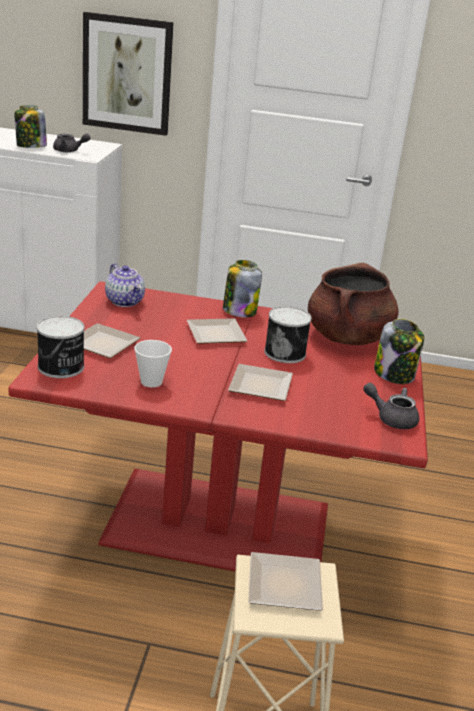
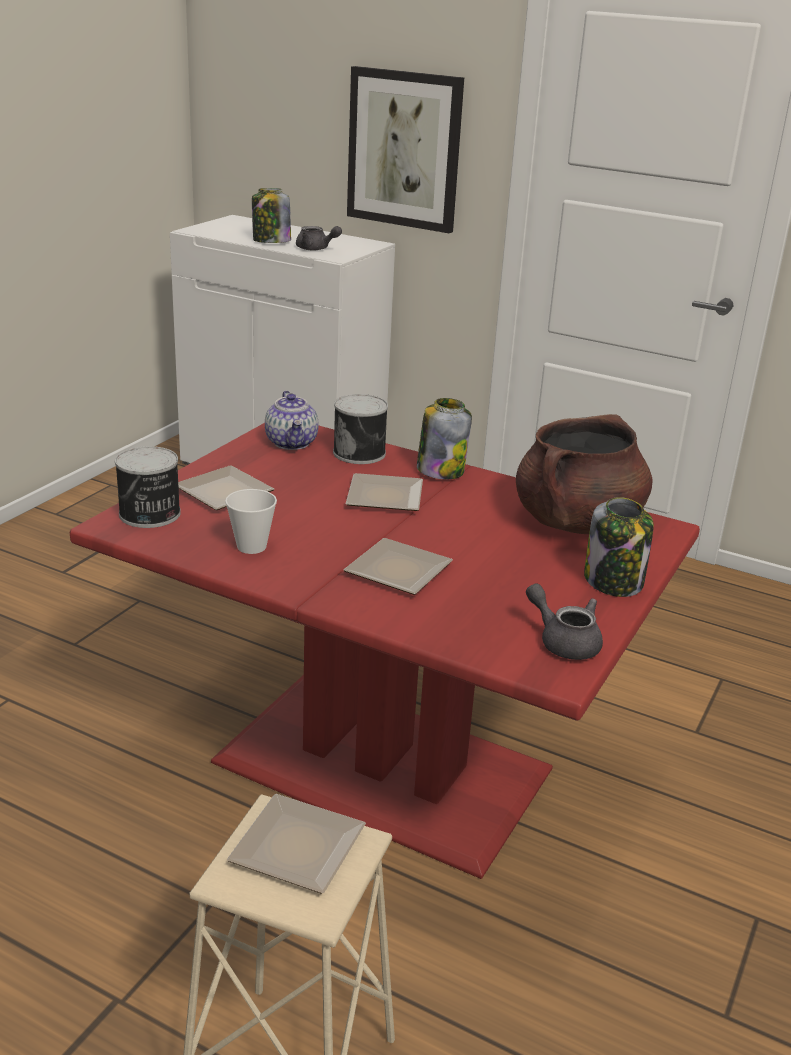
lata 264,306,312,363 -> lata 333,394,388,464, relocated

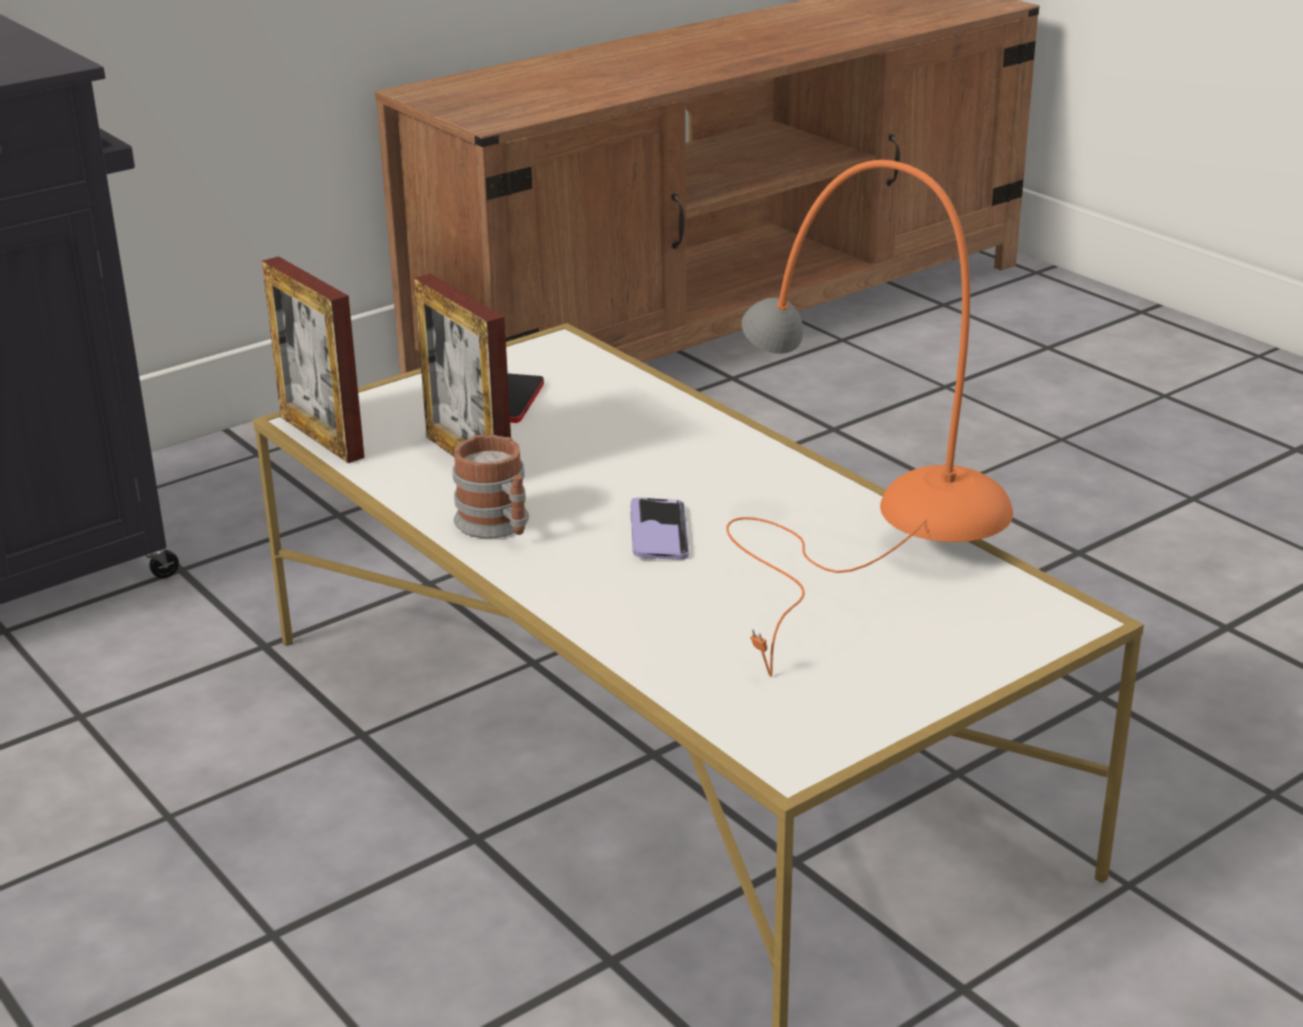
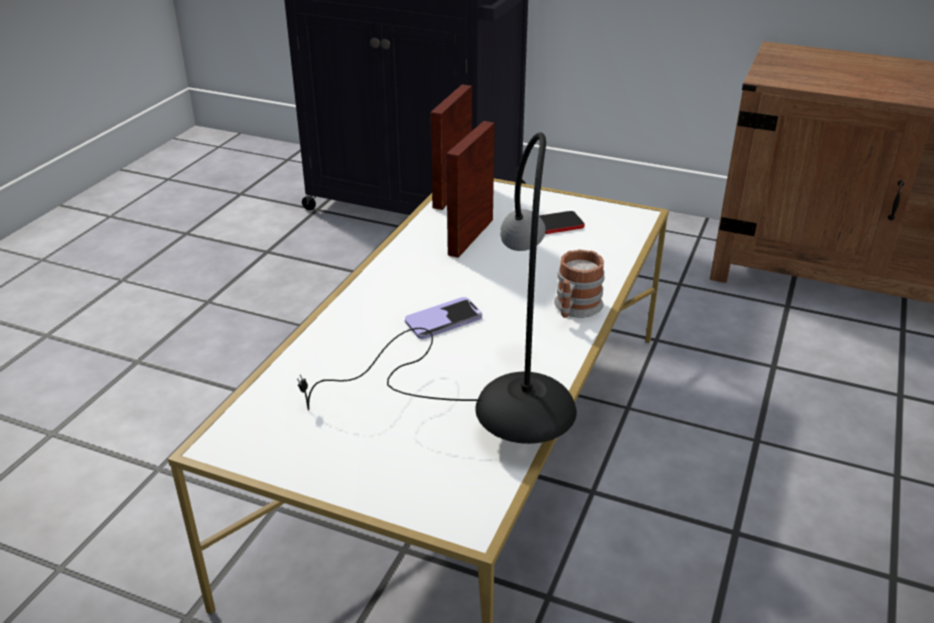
taza grande 452,434,529,538 -> taza grande 554,250,605,318, relocated
lámpara de mesa [naranja] 726,160,1013,677 -> lámpara de mesa [negro] 297,132,577,444

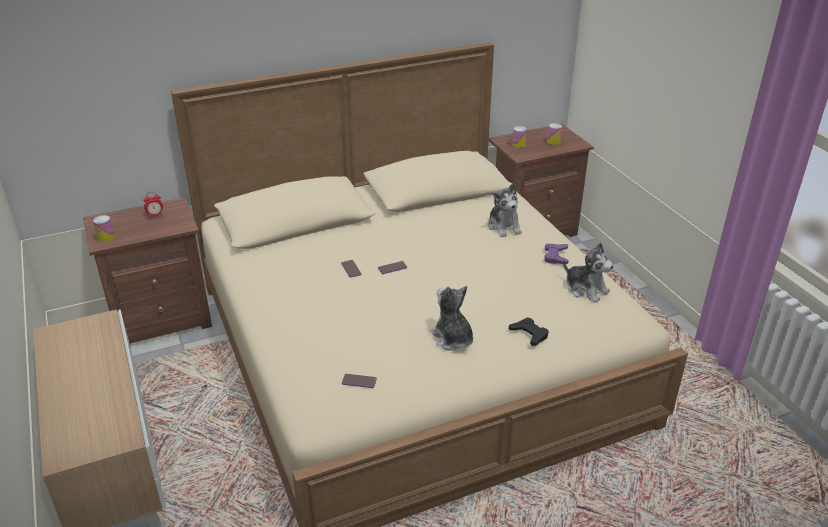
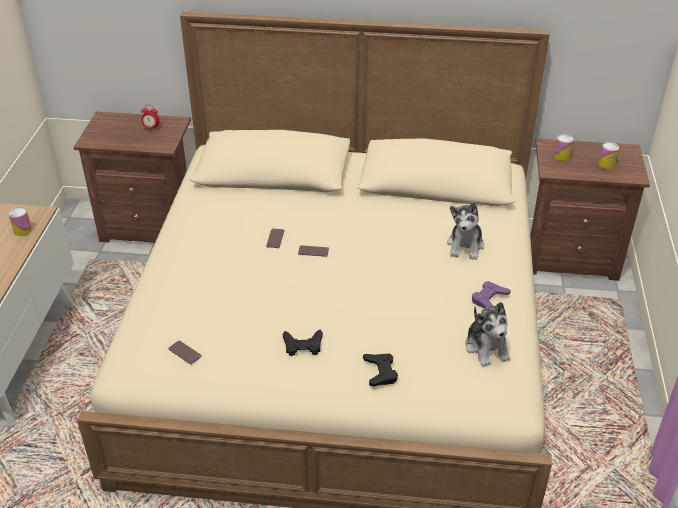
lata 93,215,115,242 -> lata 8,207,32,236, relocated
peluche 429,286,473,351 -> mando de consola [negro] 283,330,323,356

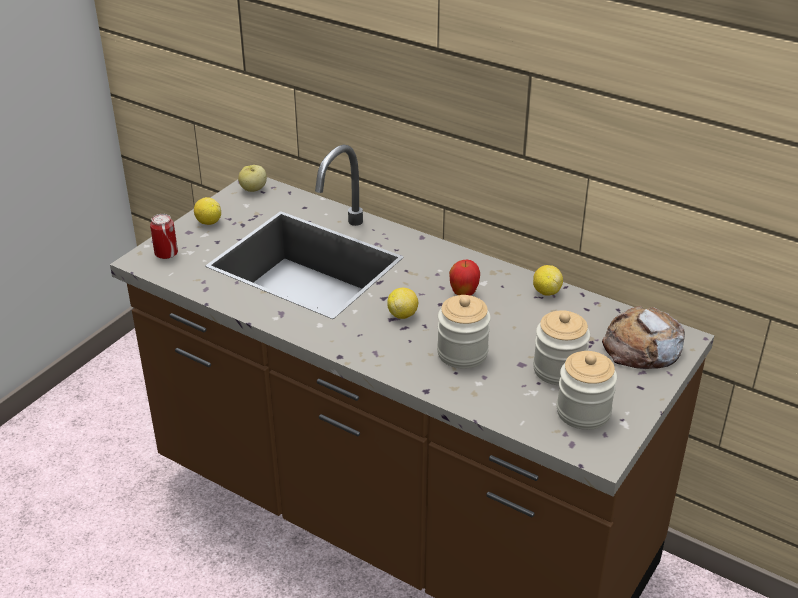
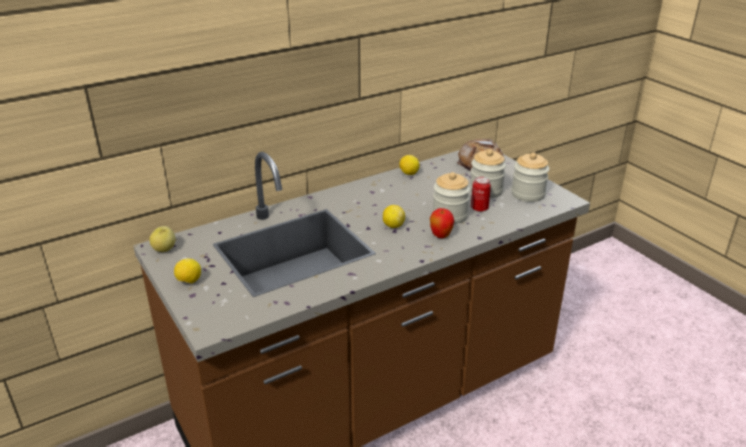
lata 150,214,178,259 -> lata 471,176,491,212, relocated
manzana 449,260,480,296 -> manzana 430,208,454,238, relocated

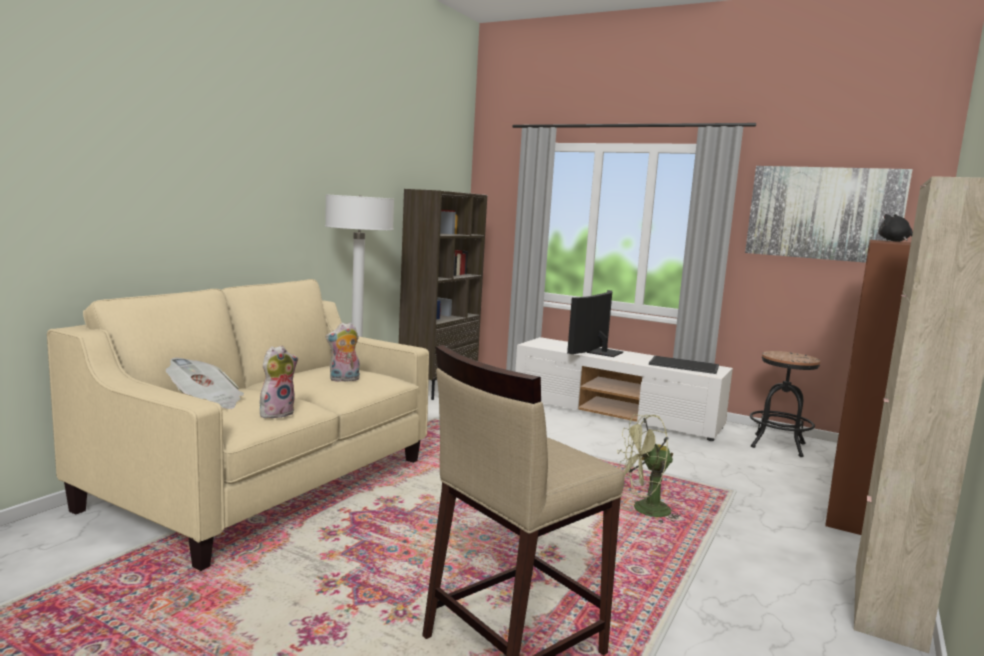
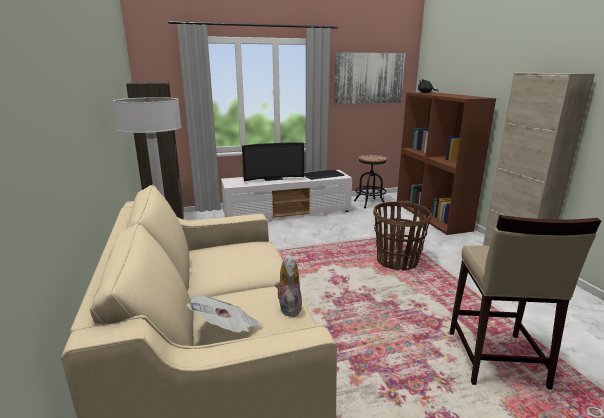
peluche 325,322,360,382 -> none
televisor 567,290,623,357 -> televisor 242,142,304,182, 90 degrees counterclockwise
ventilador [verde] 617,414,681,523 -> cesta 373,202,432,271

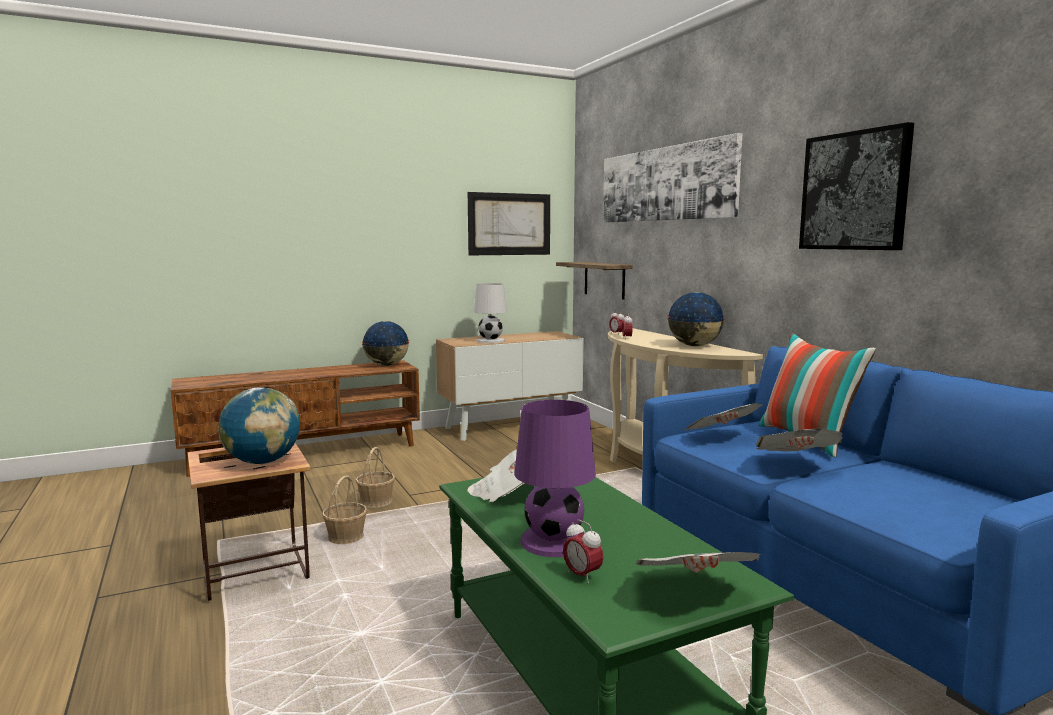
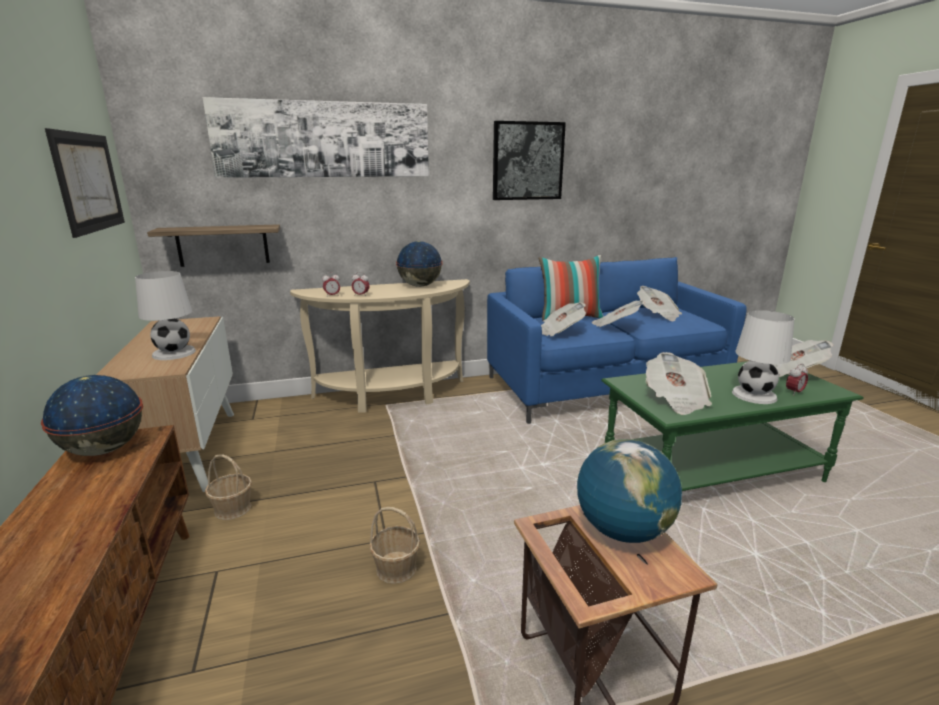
cesta 322,476,367,544 -> cesta 205,454,252,520, relocated
lámpara de mesa [morado] 514,400,596,557 -> lámpara de mesa [blanco] 732,310,795,404
none -> periódico 637,286,682,321

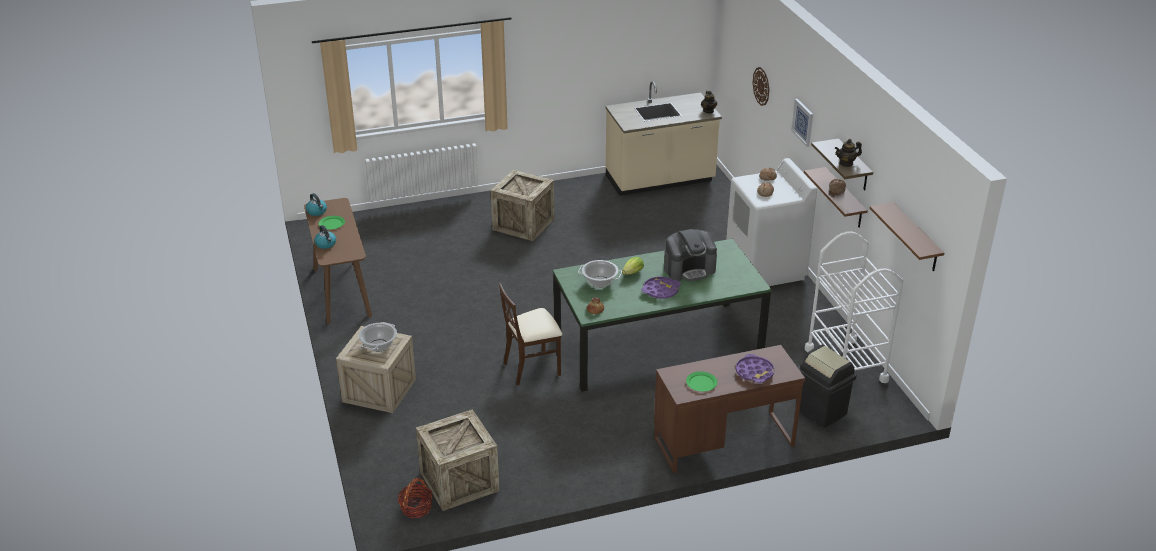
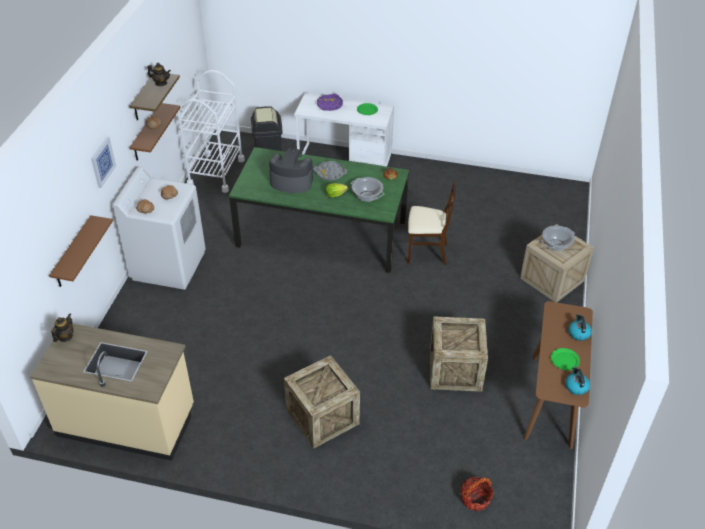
cesta 398,478,433,518 -> cesta 461,477,494,511, relocated
caja de embalaje 416,409,499,511 -> caja de embalaje 430,316,488,392, relocated
bandeja [morado] 641,277,681,299 -> bandeja [gris] 313,161,347,181
escritorio [marrón] 654,345,805,473 -> escritorio [blanco] 294,93,394,167
reloj de pared 752,67,769,106 -> none
estante [marrón] 869,202,944,271 -> estante [marrón] 49,215,113,287, relocated

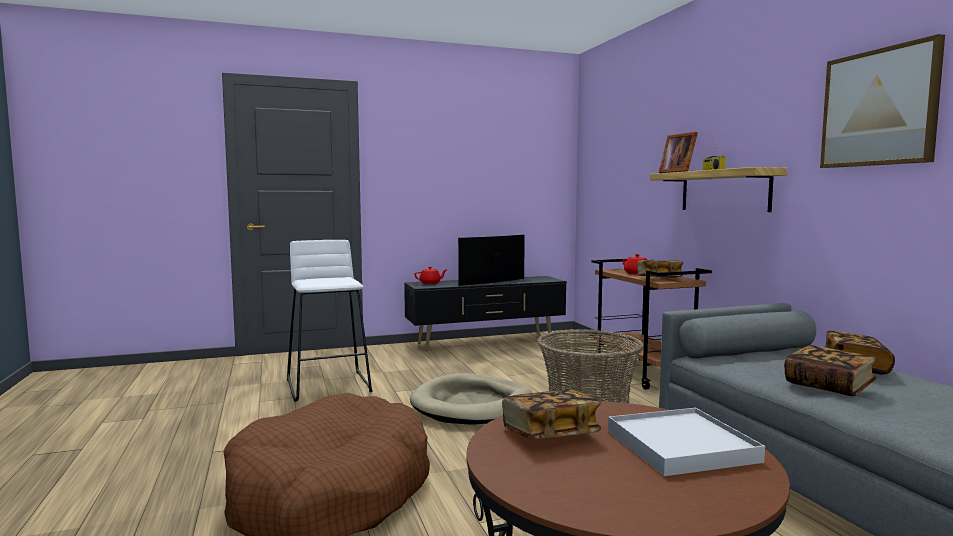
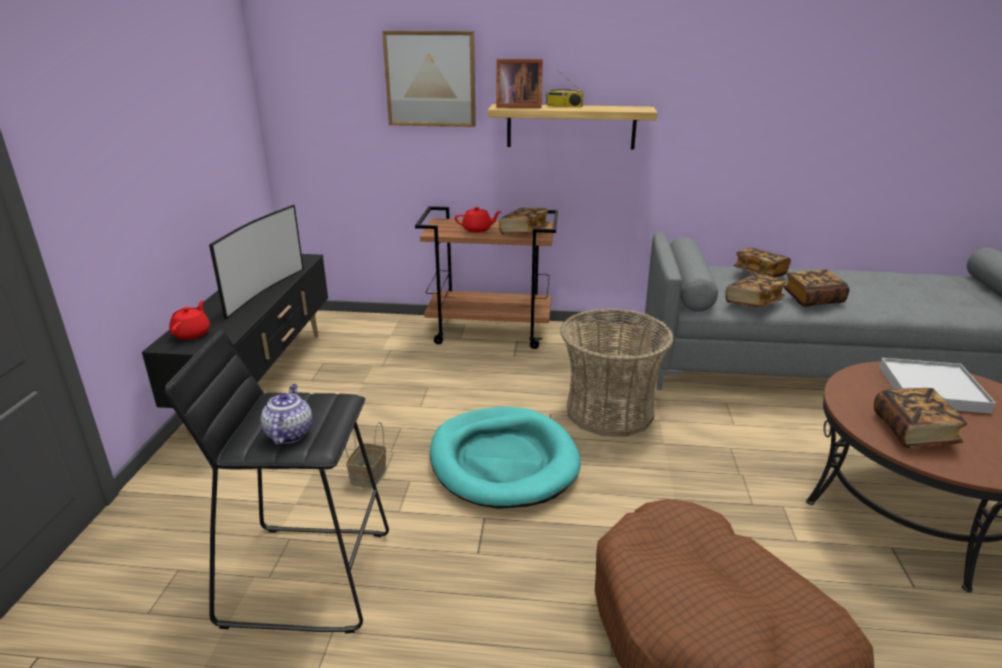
taburete [blanco] 287,240,372,402 -> taburete [negro] 165,330,389,634
cama para perro [beis] 410,373,533,424 -> cama para perro [turquesa] 430,407,581,509
televisor 458,235,525,286 -> televisor 209,205,304,319, 150 degrees counterclockwise
cuadro 820,34,945,168 -> cuadro 382,31,476,127, relocated
none -> tetera 261,384,312,445
none -> cesta 345,422,386,488
none -> libro 725,274,787,308

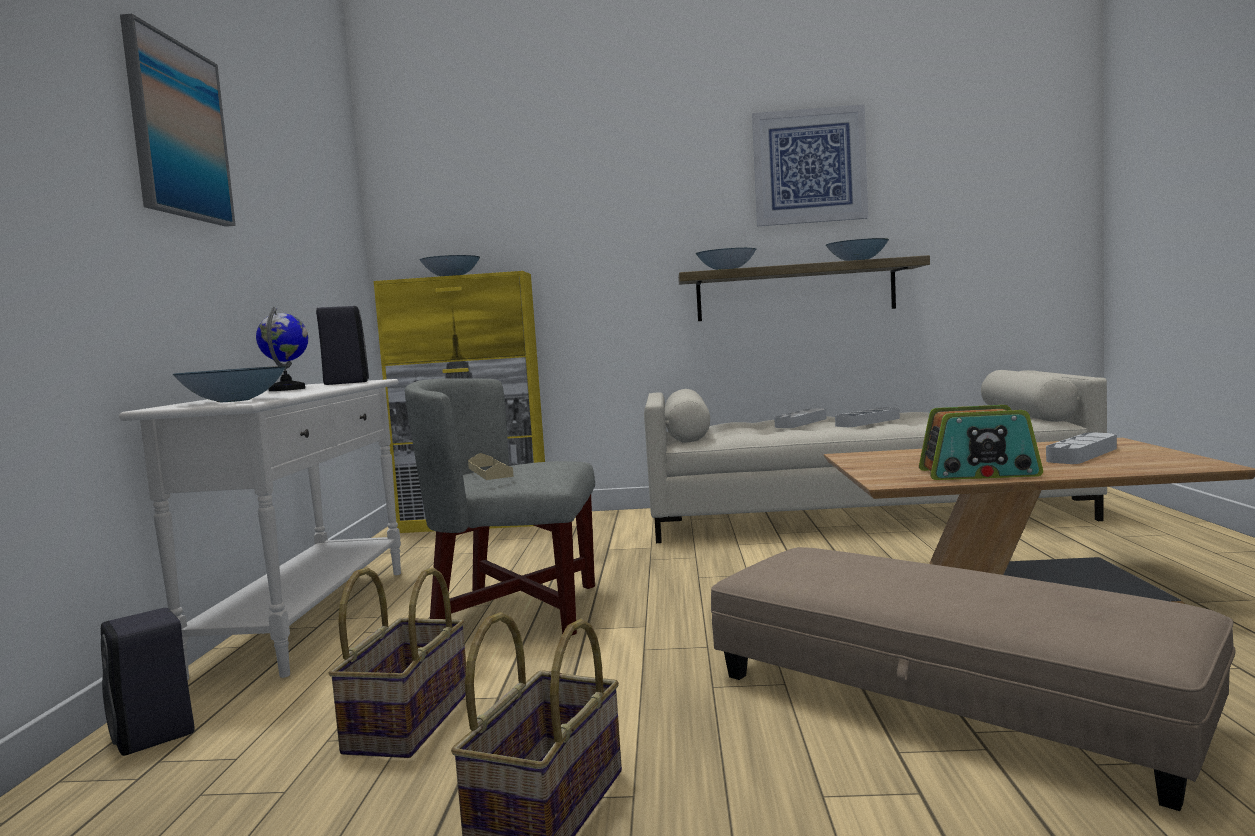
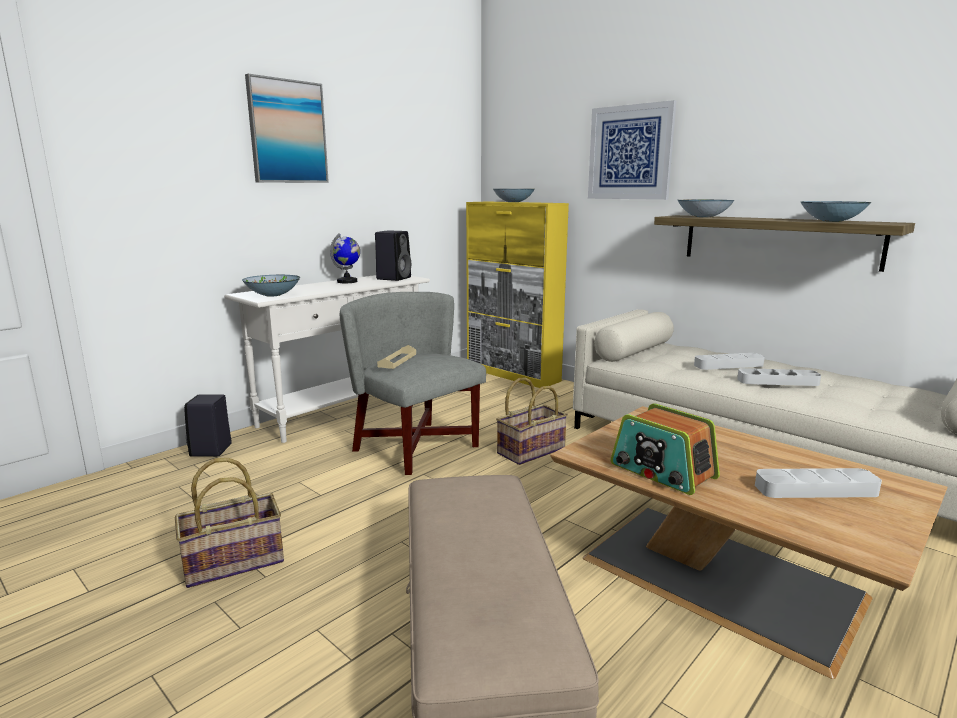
cesta 328,567,466,758 -> cesta 496,377,568,465, relocated
cuadro 752,104,868,226 -> cuadro 588,100,676,200, relocated

